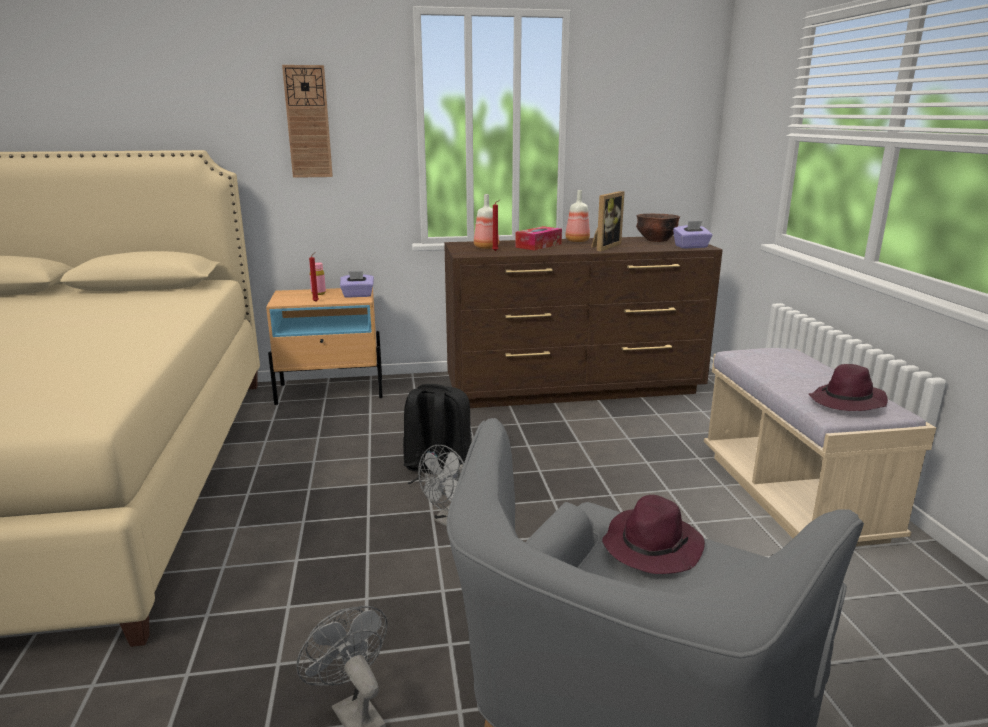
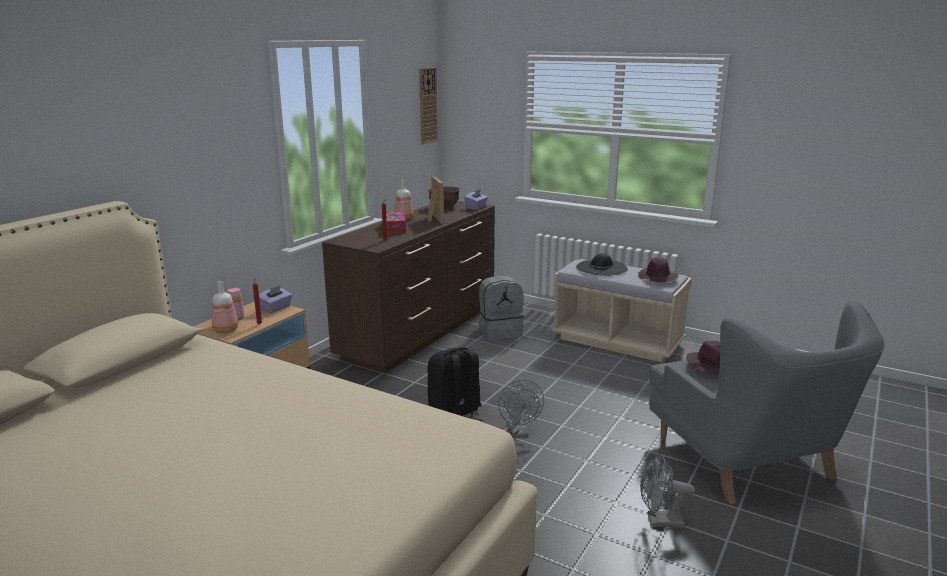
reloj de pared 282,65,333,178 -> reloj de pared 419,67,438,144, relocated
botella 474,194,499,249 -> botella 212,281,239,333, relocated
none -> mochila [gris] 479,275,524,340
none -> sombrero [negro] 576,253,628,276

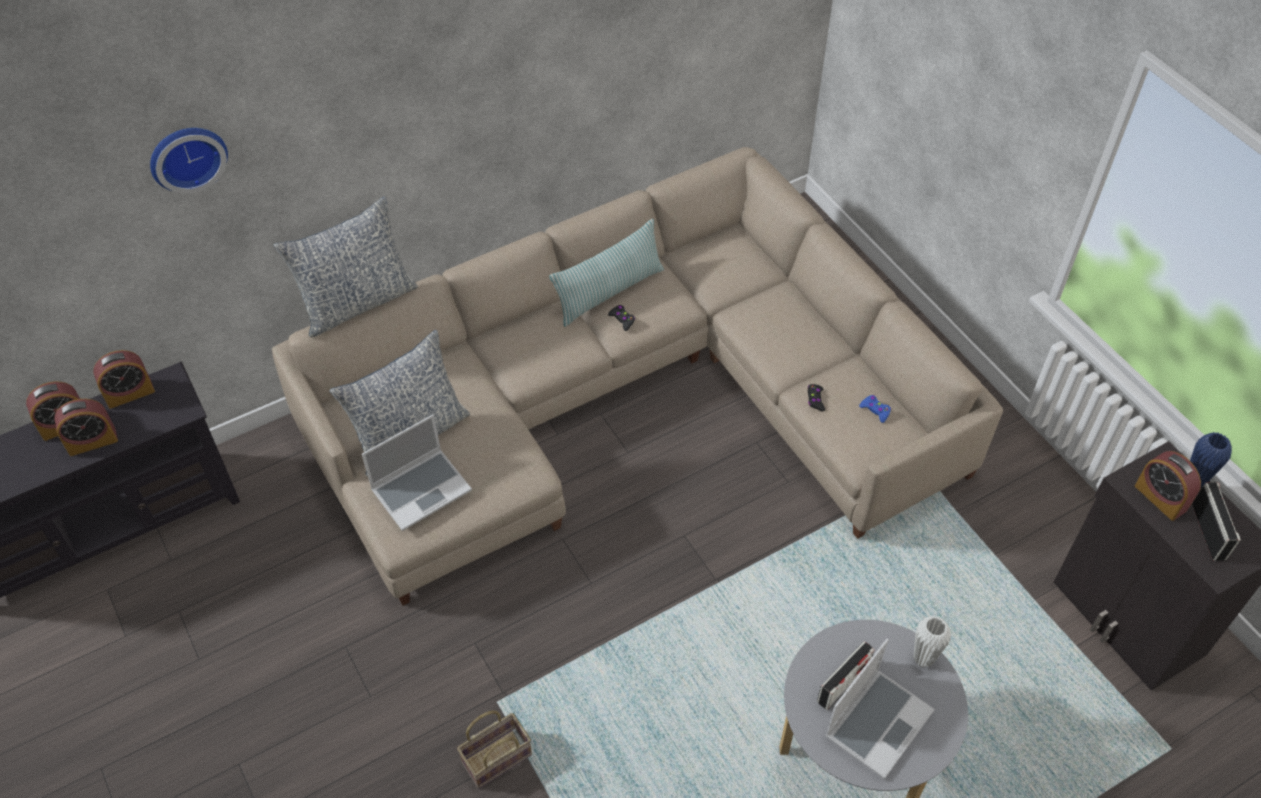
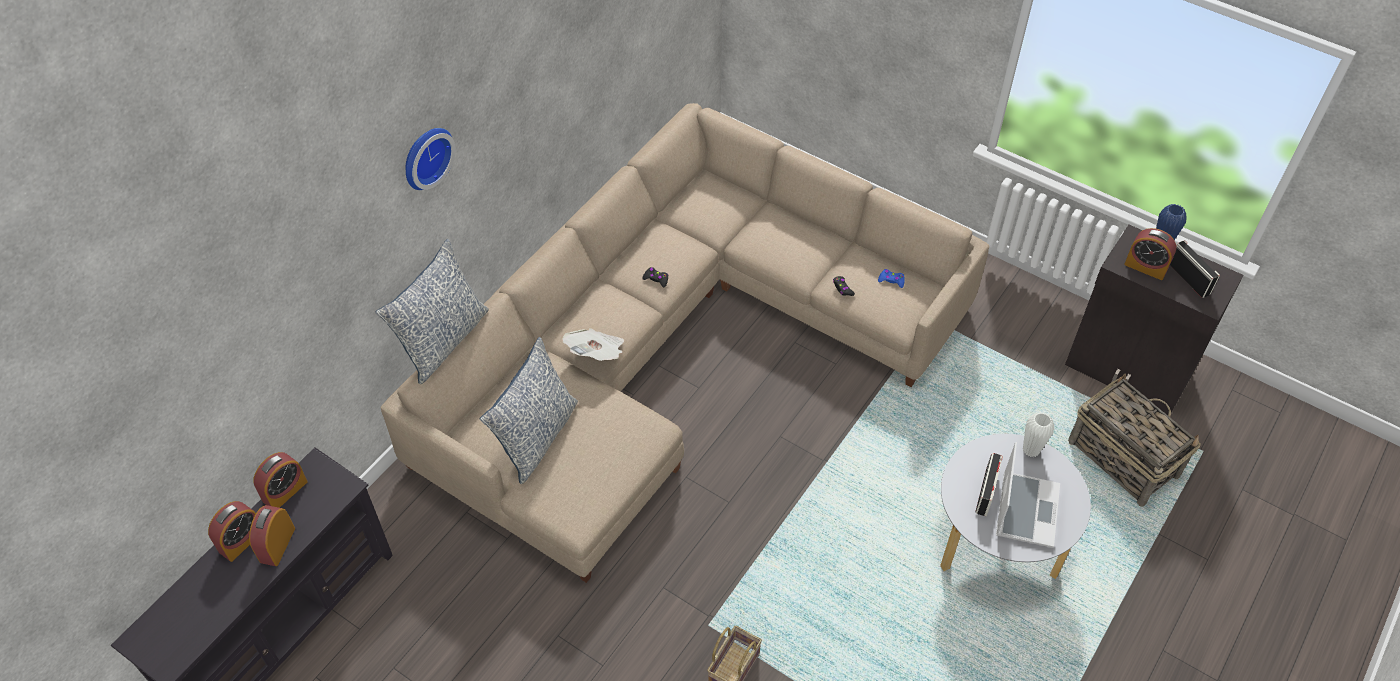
despertador 54,399,118,456 -> despertador 249,505,295,566, 150 degrees clockwise
reloj de pared 150,128,228,193 -> reloj de pared 406,128,455,190, relocated
portátil 362,414,472,531 -> none
cojín 549,219,664,327 -> none
none -> periódico 562,328,624,361
none -> cesta 1068,374,1201,507

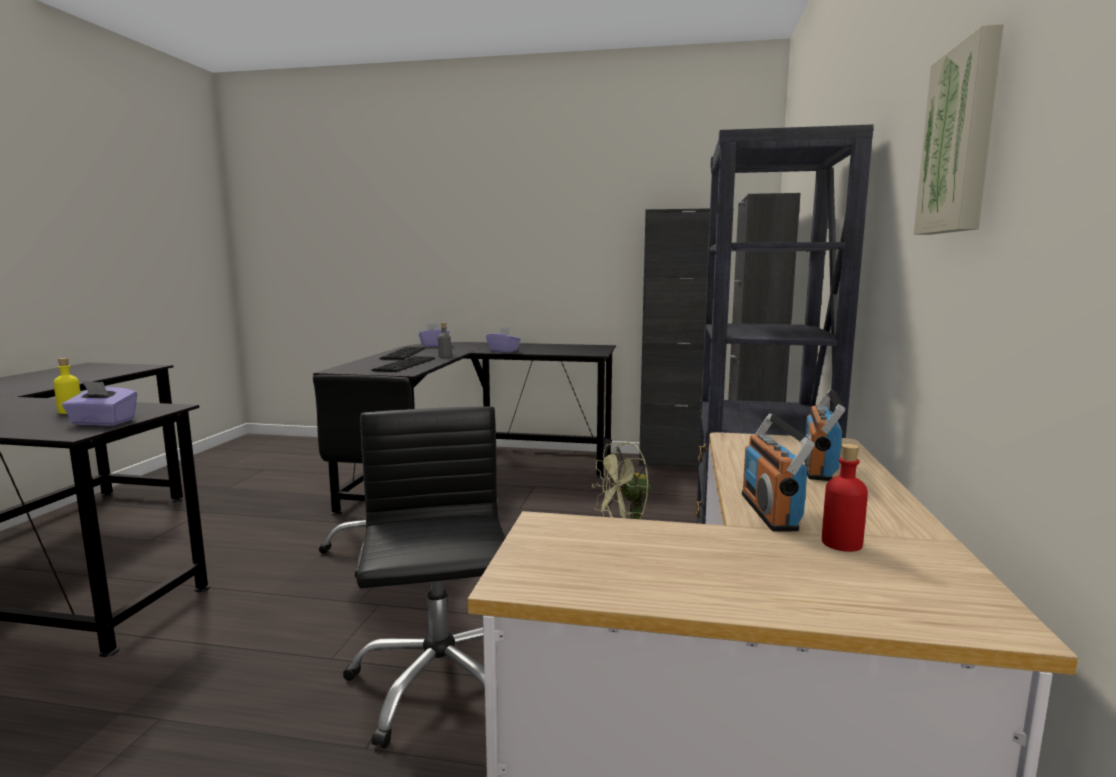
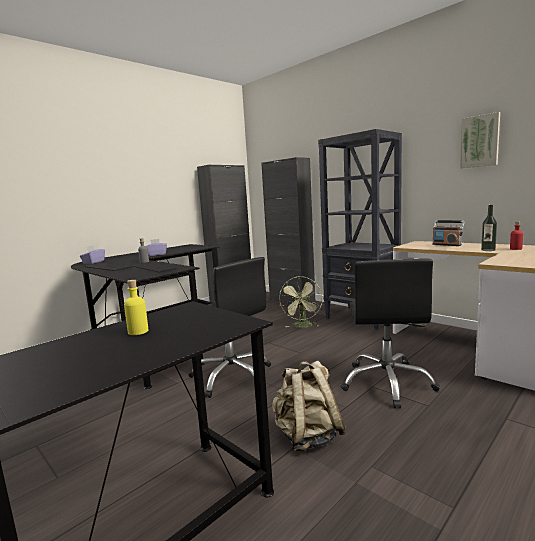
caja de pañuelos [morado] 62,381,137,426 -> none
silla de oficina [negro] 343,406,505,748 -> silla de oficina [negro] 341,259,440,408, 105 degrees counterclockwise
radio 742,413,815,531 -> botella 481,205,497,251
none -> mochila [beis] 272,361,346,451

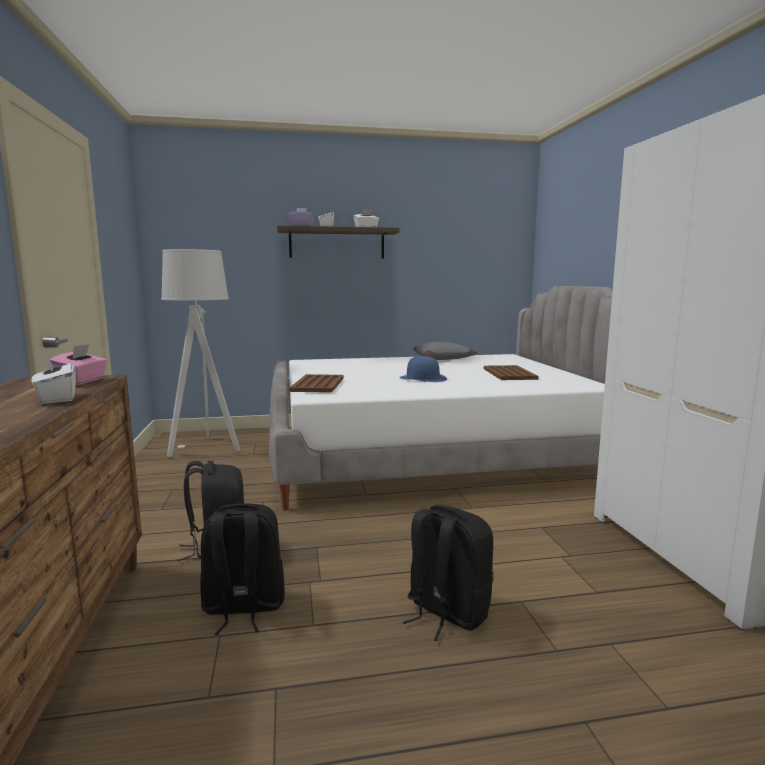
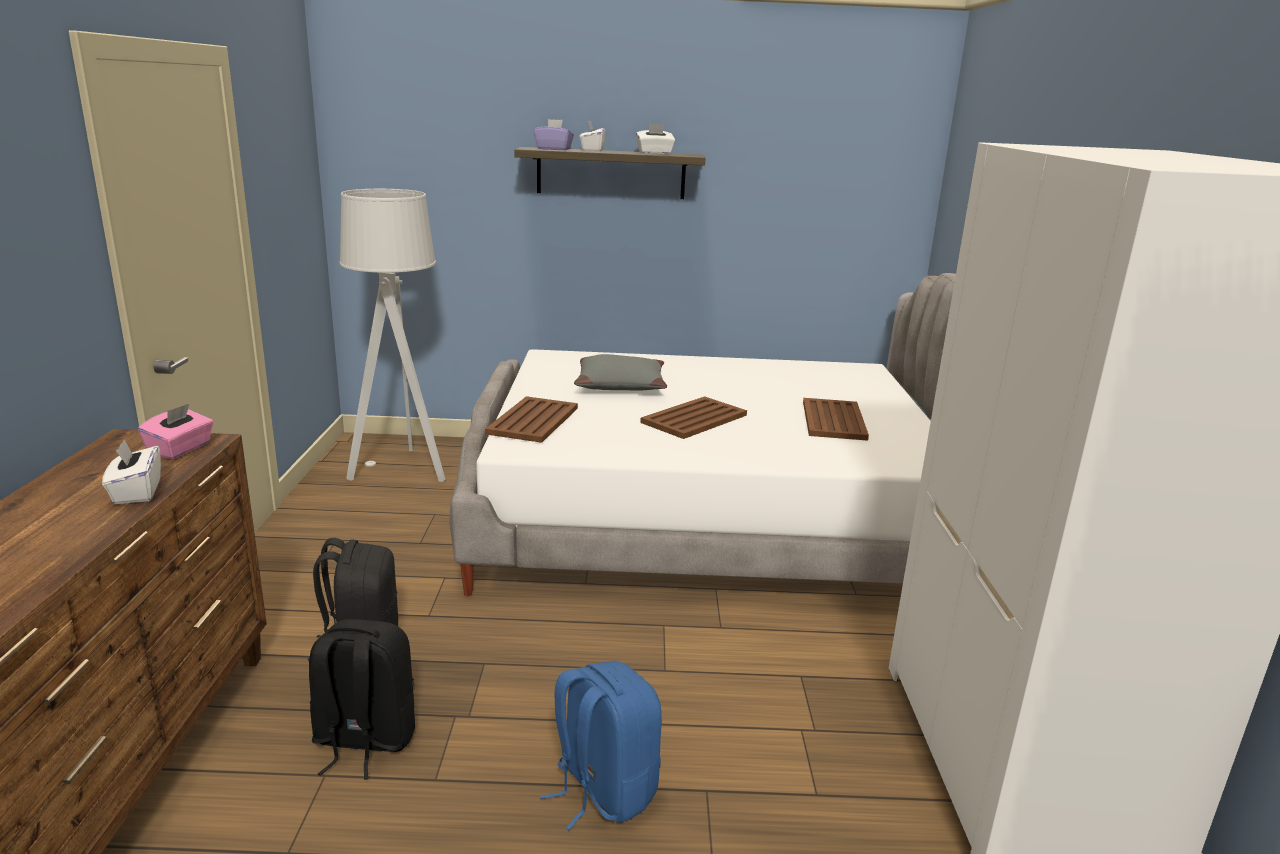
sombrero [azul] 399,356,447,382 -> bandeja [marrón] 640,396,747,439
mochila [negro] 403,505,493,641 -> mochila [azul] 540,661,662,830
cojín [gris] 413,342,477,360 -> cojín [gris] 574,354,667,390, relocated

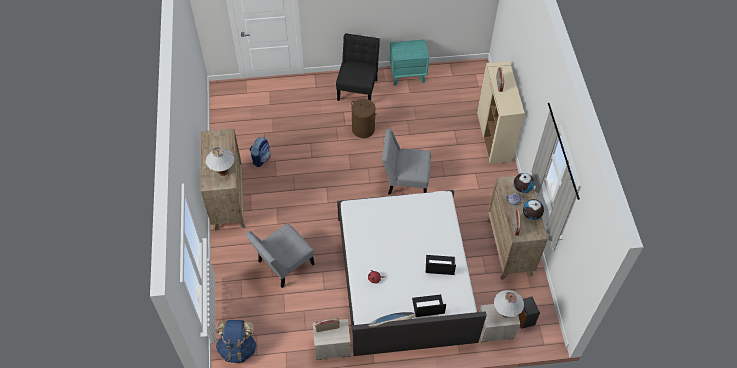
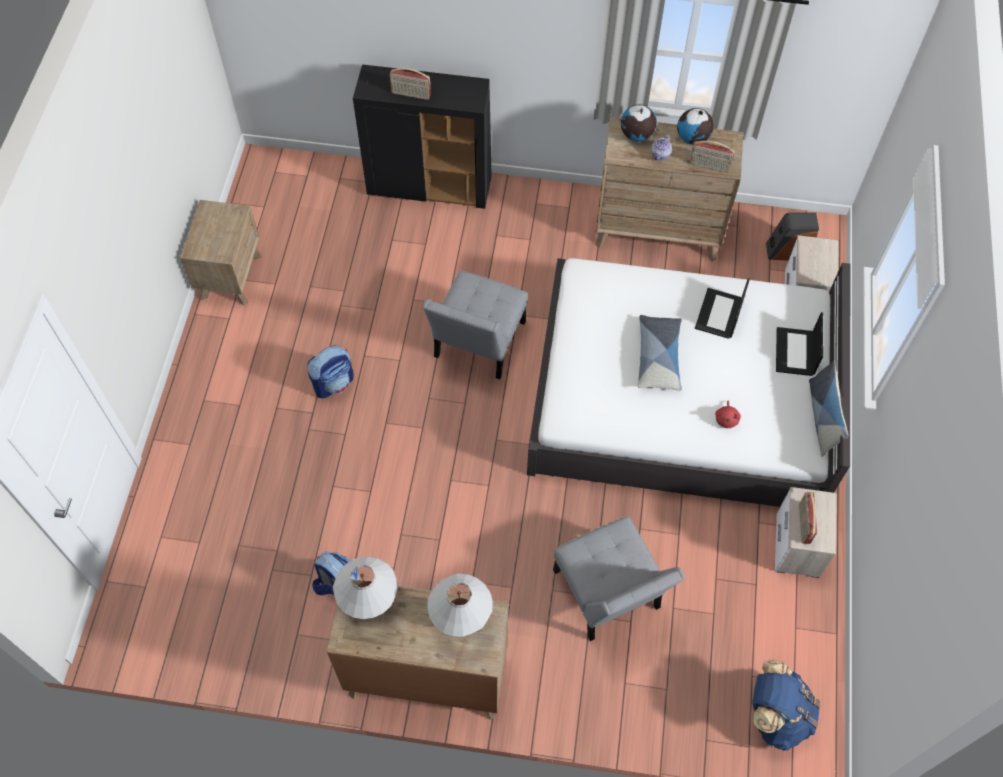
silla [negro] 336,33,380,101 -> none
cesto de la ropa [marrón] 351,99,377,138 -> mochila 307,346,353,398
mesita de noche [turquesa] 390,39,429,86 -> mesita de noche [marrón] 180,200,262,306
armario [beis] 477,61,525,164 -> armario [negro] 353,64,492,209
lámpara de mesa [blanco] 494,290,524,317 -> lámpara de mesa [blanco] 333,557,398,619, relocated
none -> cojín 638,315,682,391

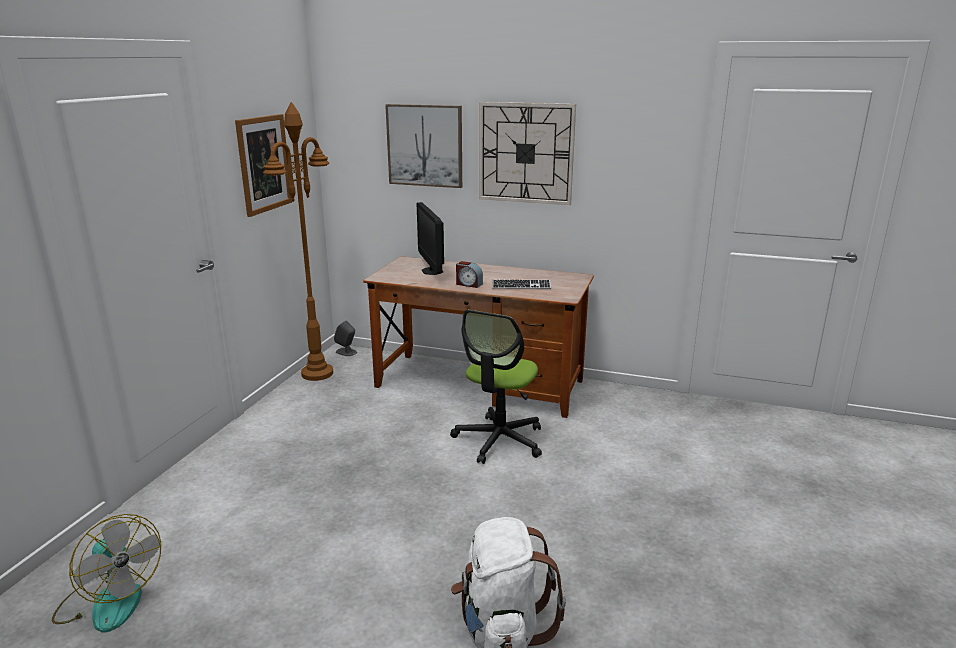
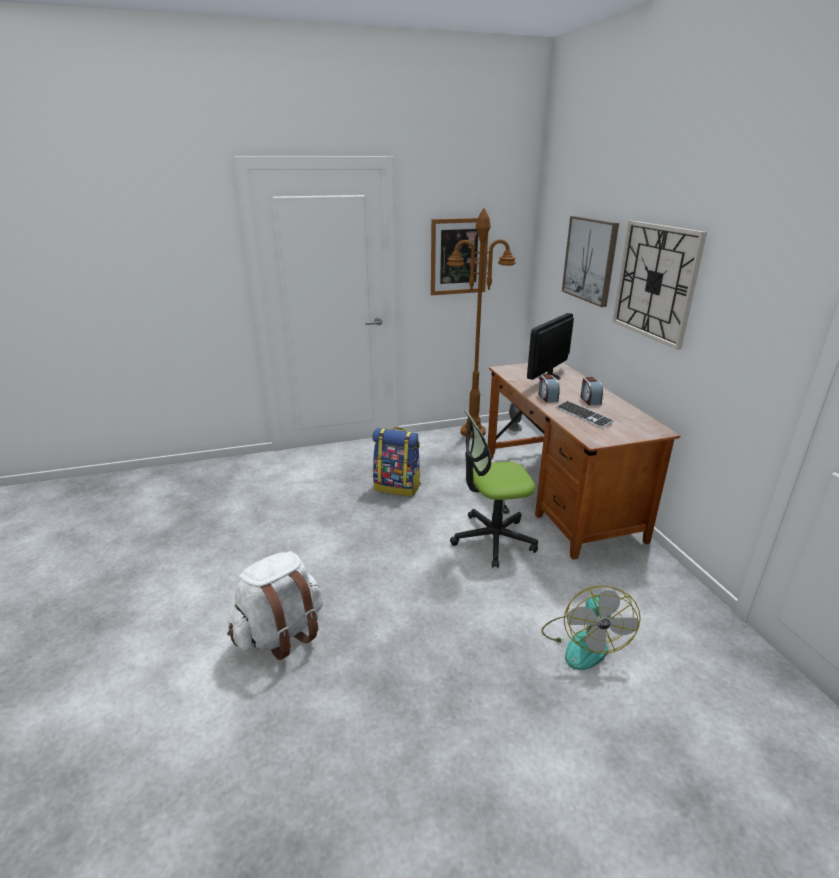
ventilador 52,514,161,633 -> ventilador 541,586,641,670, relocated
none -> mochila 373,427,421,496
none -> despertador 580,377,603,405

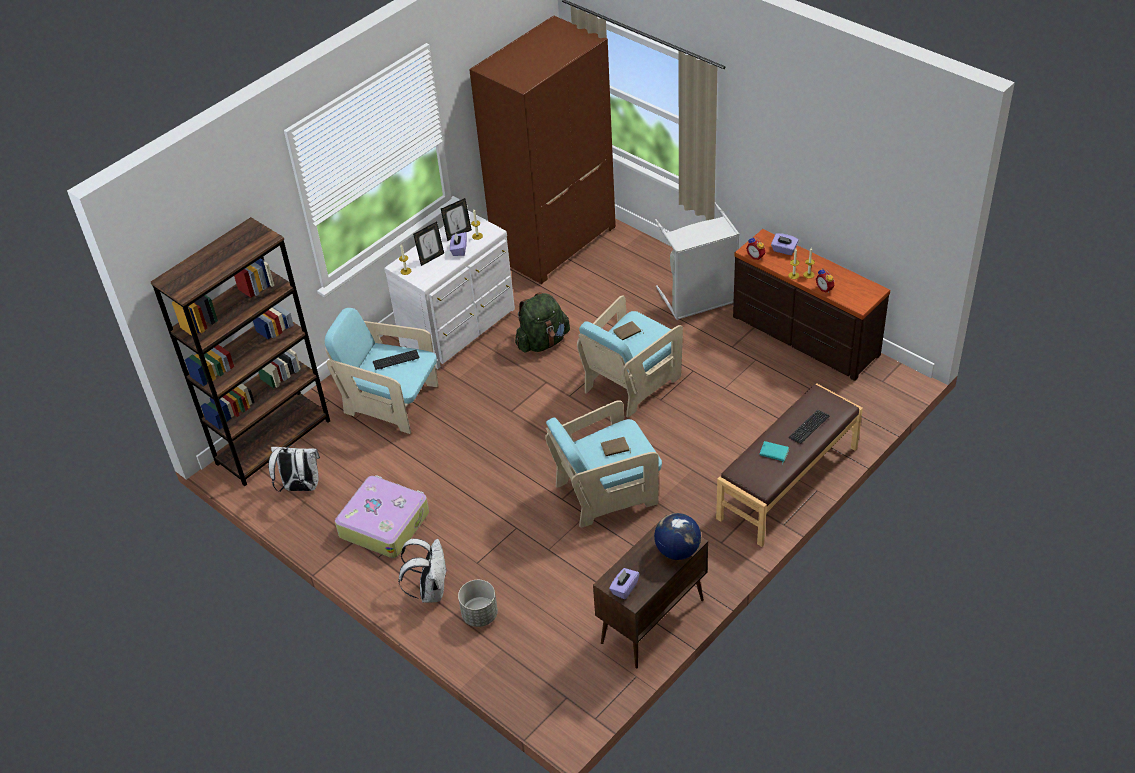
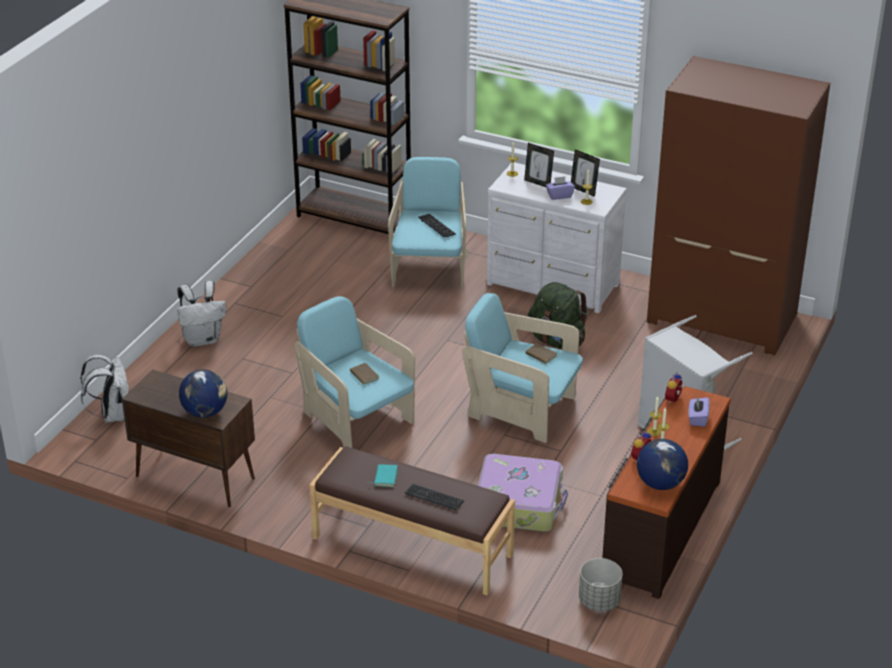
mochila [blanco] 268,445,320,492 -> mochila [blanco] 80,355,130,423, relocated
maleta 335,475,429,558 -> maleta 478,454,568,532, relocated
maceta [gris] 458,580,498,627 -> maceta [gris] 579,558,623,612, relocated
caja de pañuelos [morado] 609,568,639,600 -> none
none -> globo terráqueo 637,439,688,490

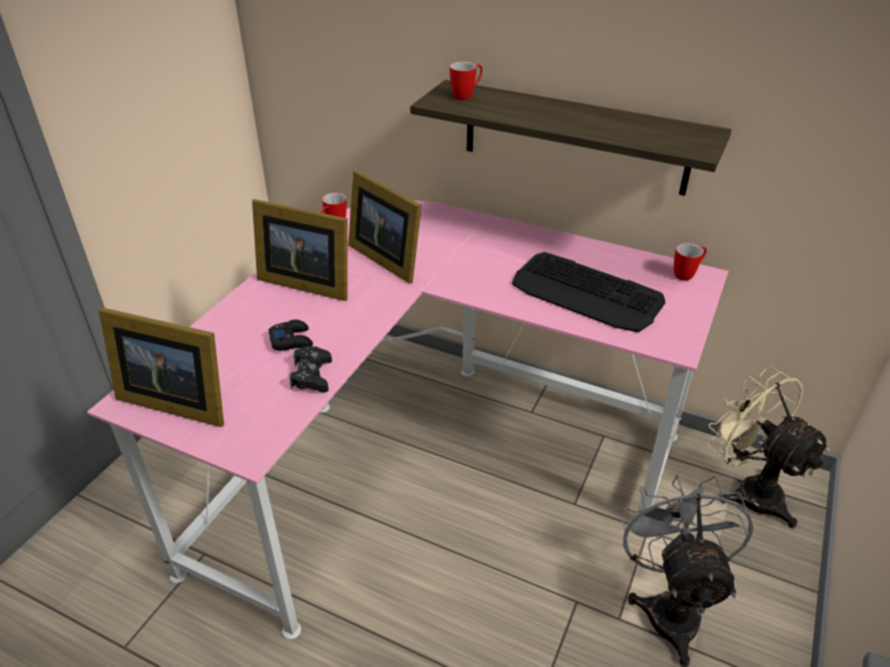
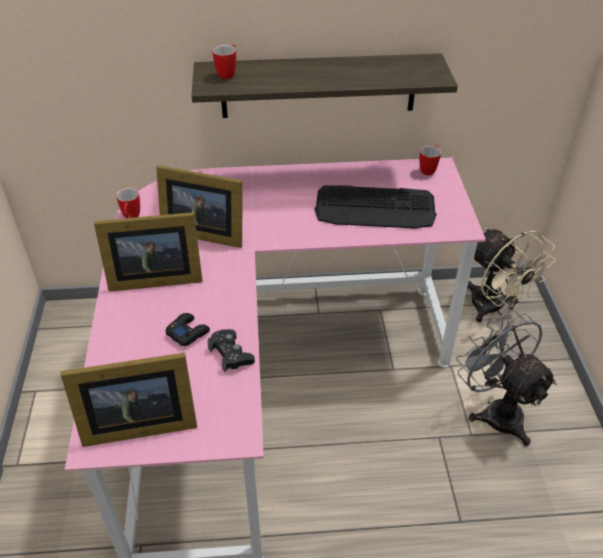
ventilador [beis] 707,366,831,528 -> ventilador [beis] 467,228,555,323, 150 degrees counterclockwise

